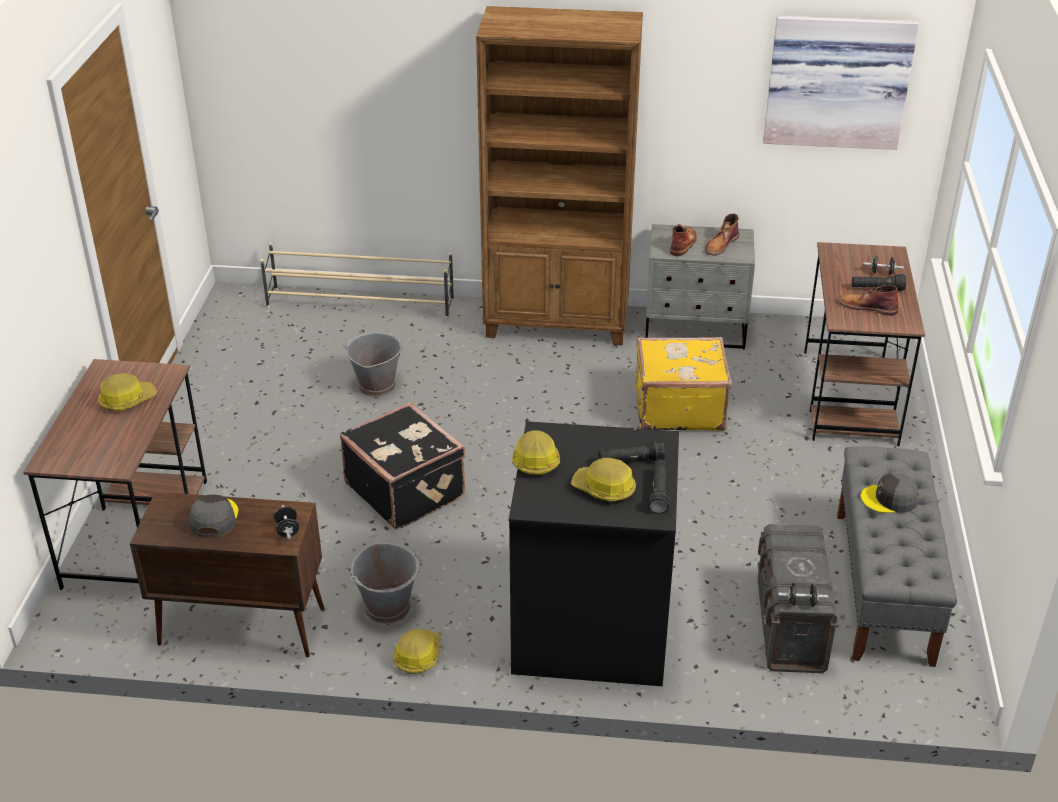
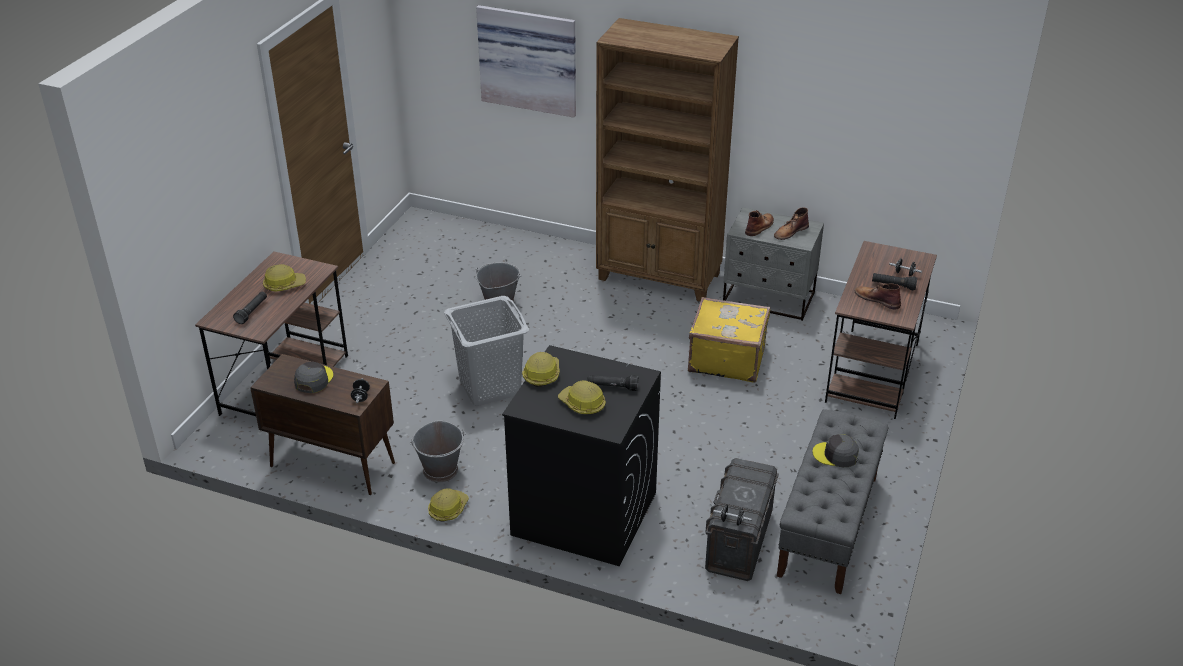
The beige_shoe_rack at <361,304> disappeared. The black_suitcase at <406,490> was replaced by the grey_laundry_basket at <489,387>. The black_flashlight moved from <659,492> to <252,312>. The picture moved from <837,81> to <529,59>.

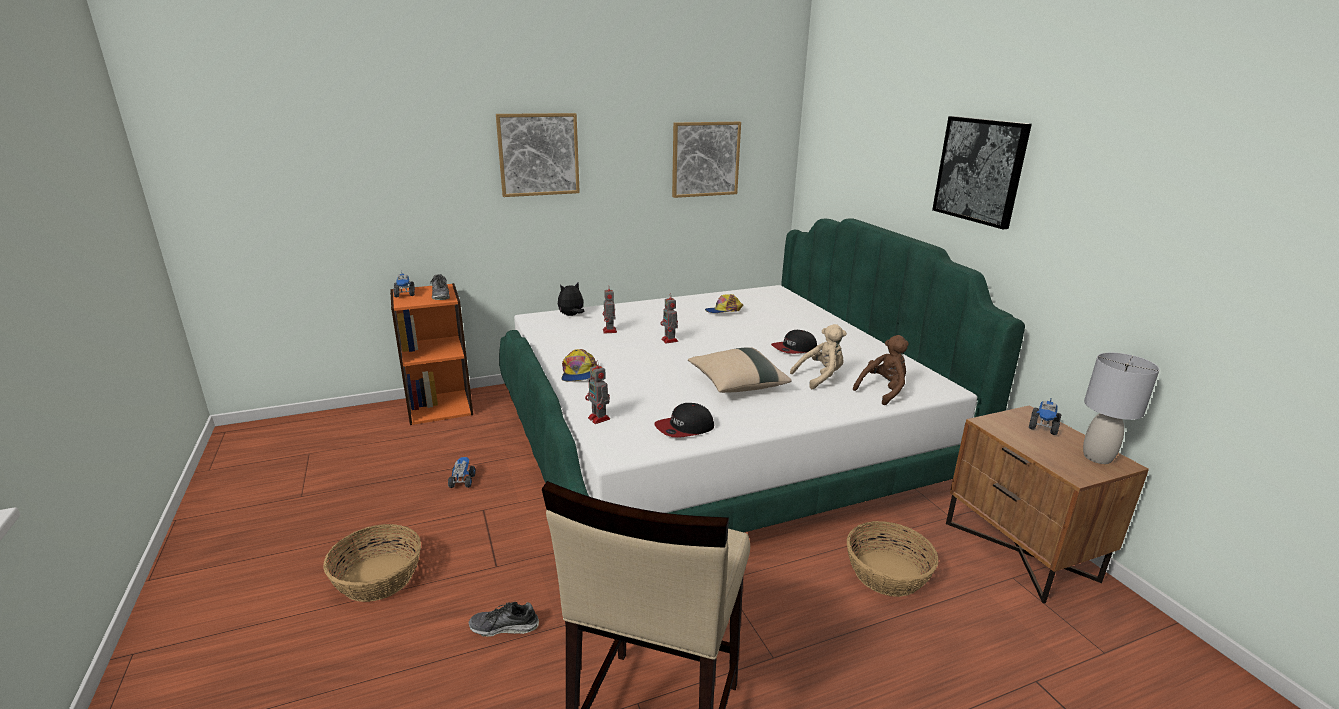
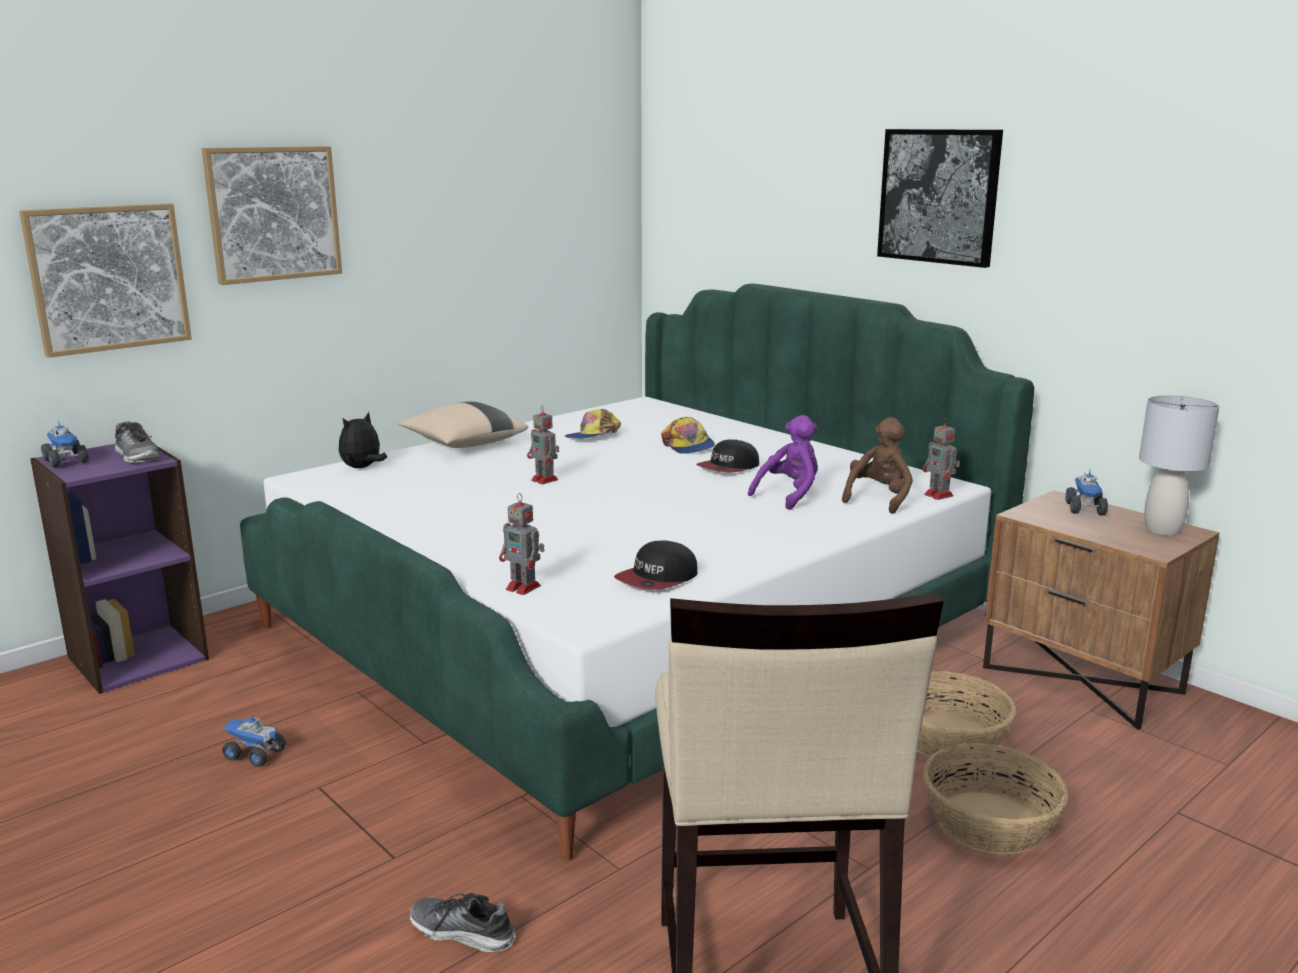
The basket moved from <377,578> to <989,823>. The orange_bookcase at <440,406> became the purple_bookcase at <137,657>. The toy_truck at <462,481> turned 45 degrees counterclockwise. The shoe at <504,627> turned 45 degrees clockwise. The cap moved from <578,373> to <688,446>. The toy_robot moved from <609,331> to <939,495>. The picture moved from <705,159> to <108,278>. The beige_pillow moved from <736,384> to <464,444>. The beige_plush_toy at <820,377> became the purple_plush_toy at <789,495>.

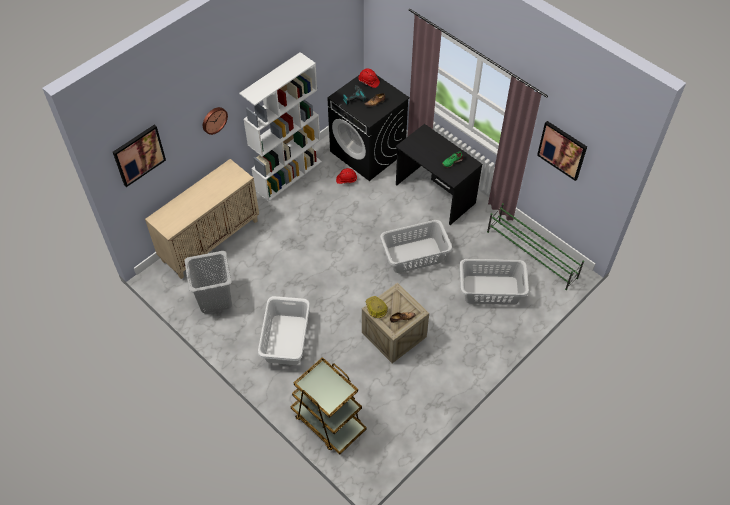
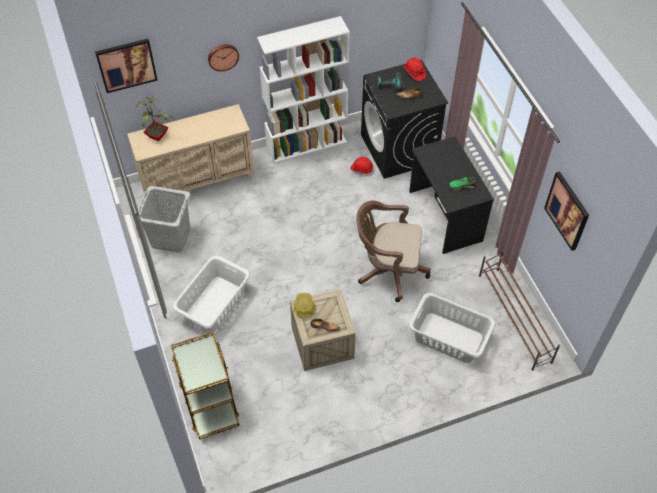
The grey_laundry_basket at <414,255> was replaced by the brown_office_chair at <388,270>. The green_shoe_rack at <532,255> became the brown_shoe_rack at <514,318>. The potted_plant at <157,135> appeared.

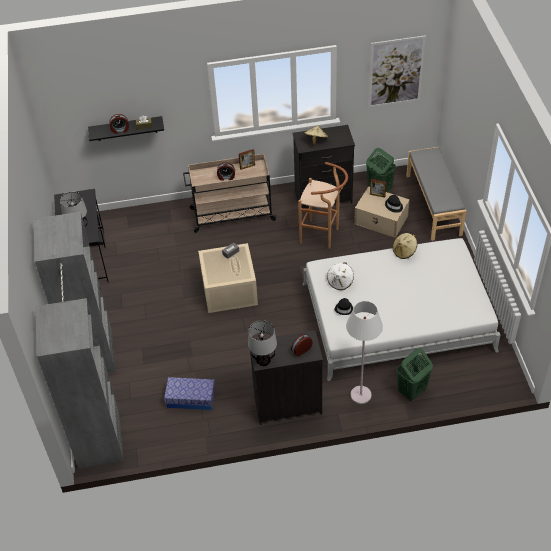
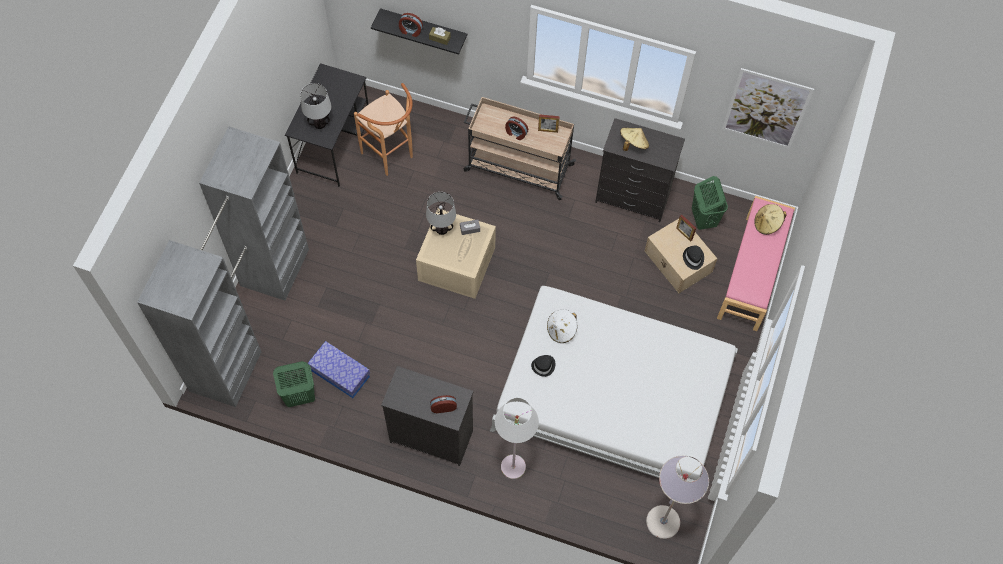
The table_lamp moved from <263,361> to <441,229>. The brown_stool moved from <323,236> to <391,157>. The beige_hat moved from <404,251> to <767,224>. The green_laundry_basket moved from <411,391> to <299,396>. The grey_bench at <434,205> became the pink_bench at <752,273>. The grey_floor_lamp at <663,522> appeared.

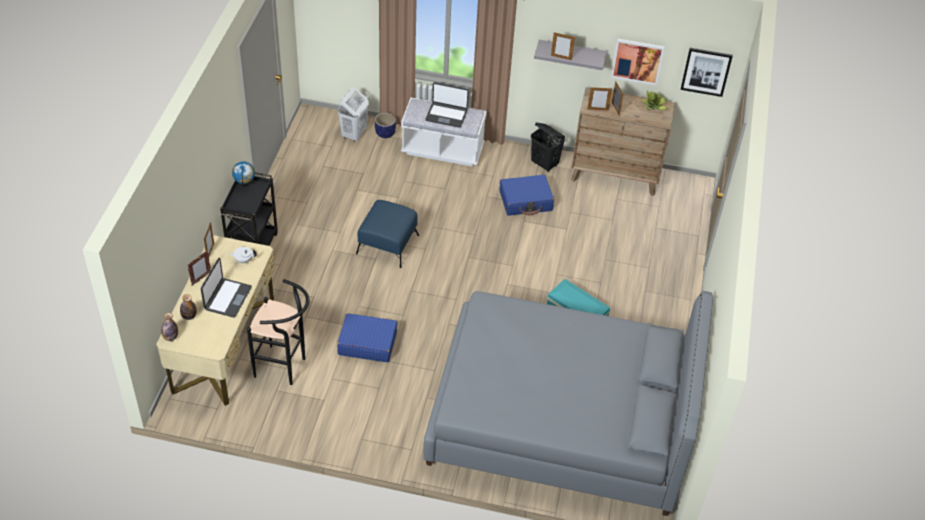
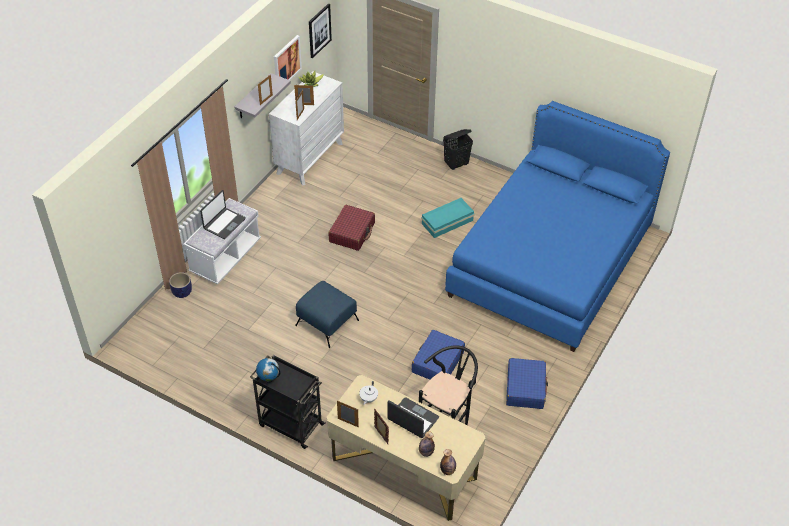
The white_laundry_basket at <353,134> disappeared. The grey_bed at <560,419> became the blue_bed at <550,261>. The blue_suitcase moved from <526,201> to <525,388>. The black_laundry_basket moved from <544,164> to <456,164>. The brown_dresser at <615,175> became the white_dresser at <309,158>. The red_suitcase at <352,232> appeared.

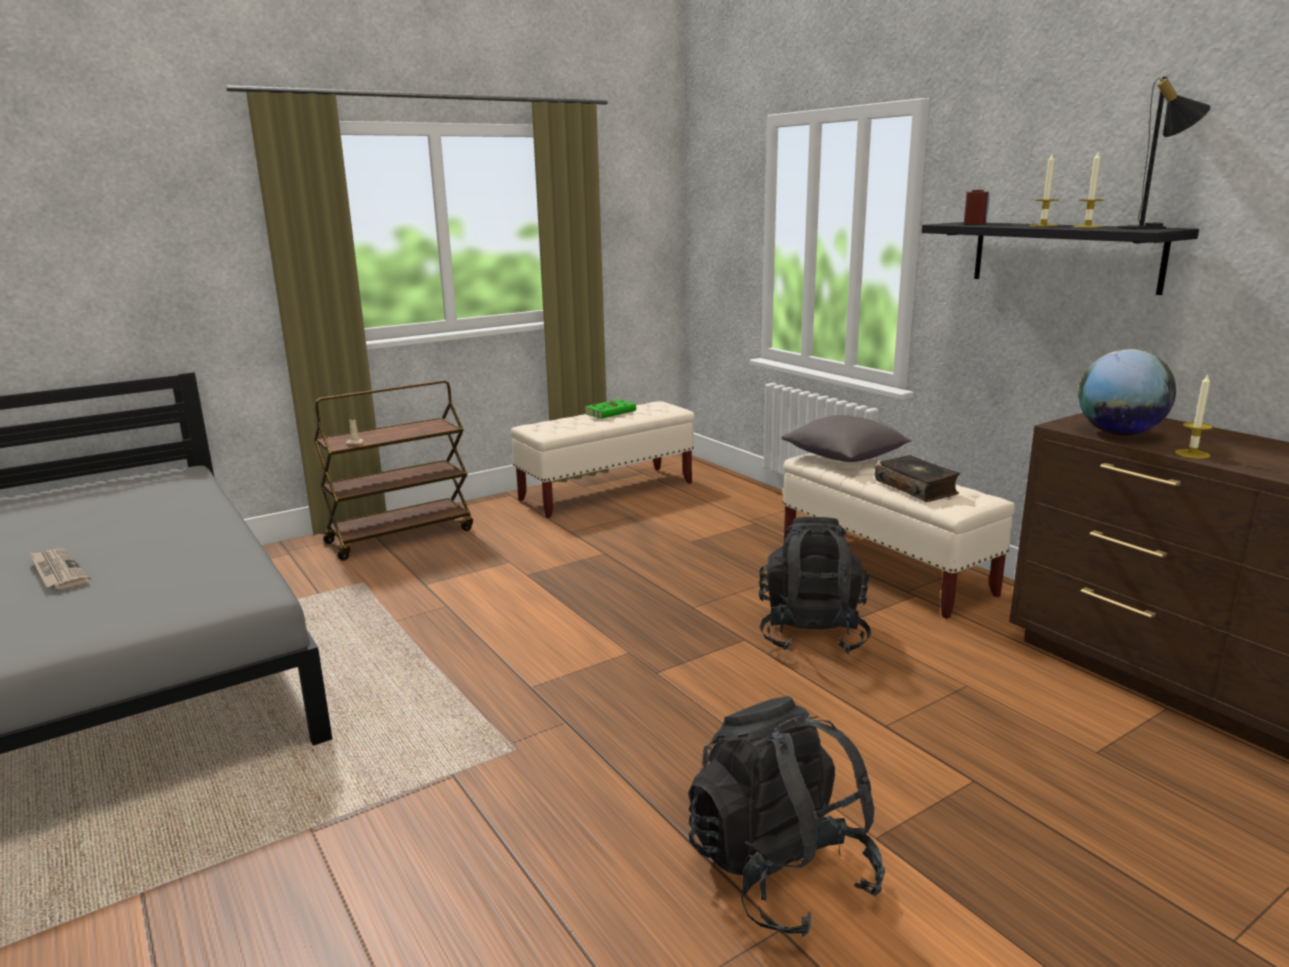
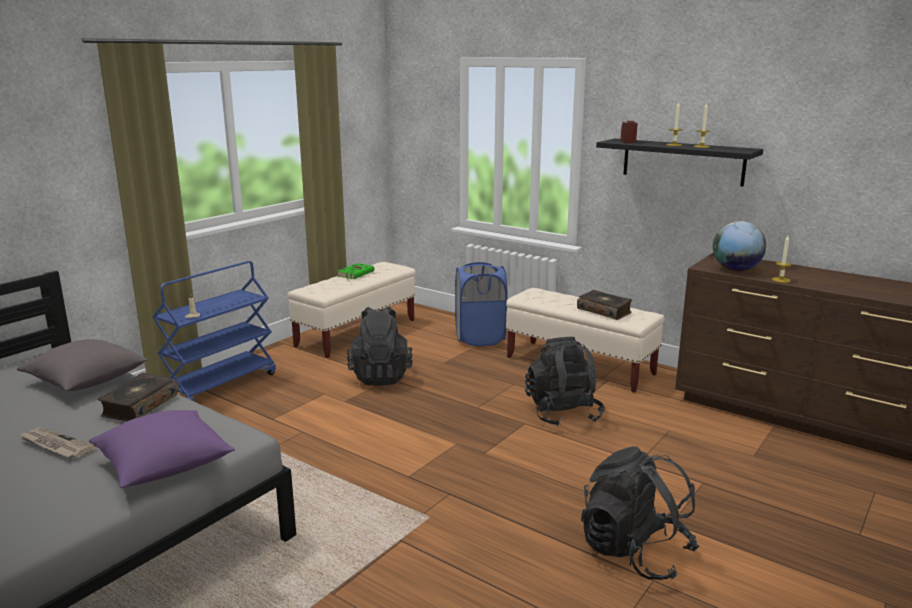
The brown_cart at <401,535> became the blue_cart at <221,385>. The grey_pillow moved from <845,458> to <86,382>. The black_table_lamp at <1151,228> disappeared. The purple_pillow at <164,466> appeared. The book at <139,406> appeared. The black_backpack at <380,376> appeared. The blue_laundry_basket at <480,338> appeared.

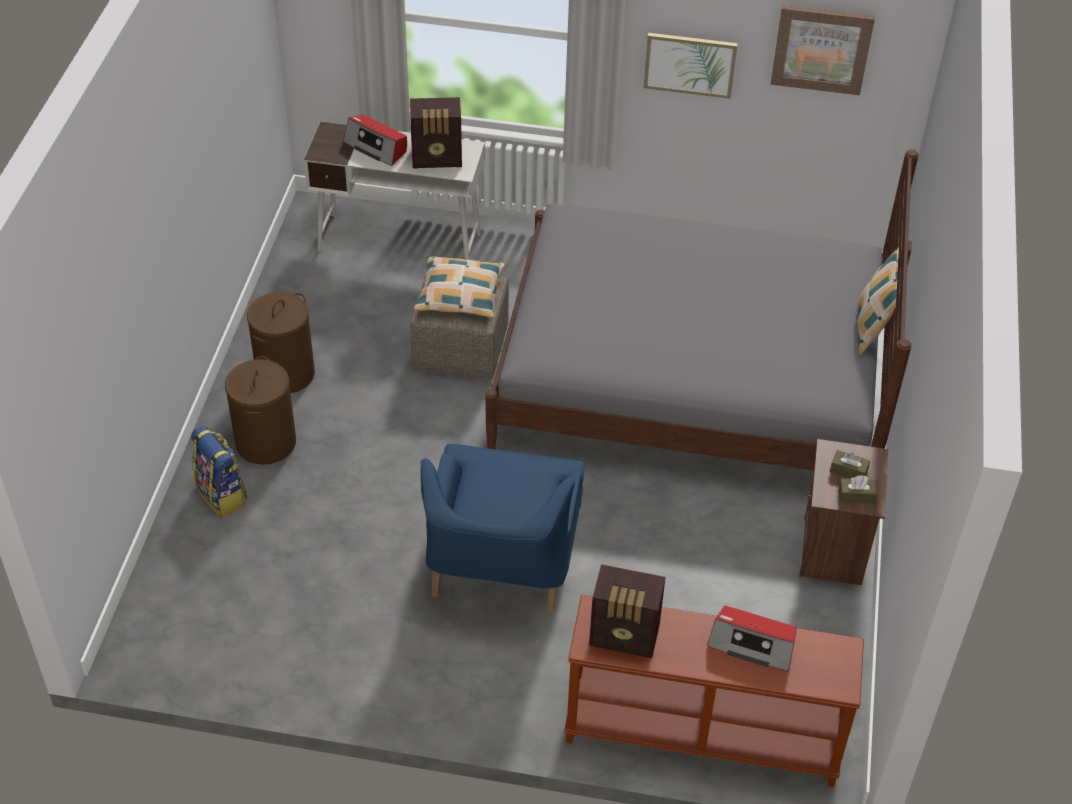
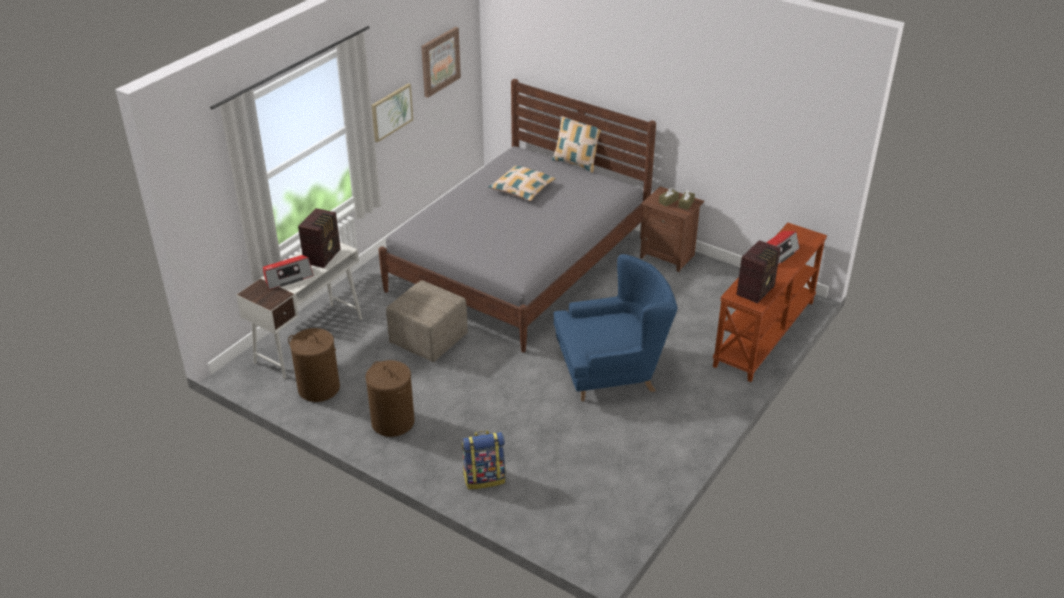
The brown_laundry_basket moved from <266,442> to <318,388>. The pillow moved from <459,294> to <522,189>. The blue_armchair at <501,561> turned 45 degrees counterclockwise.

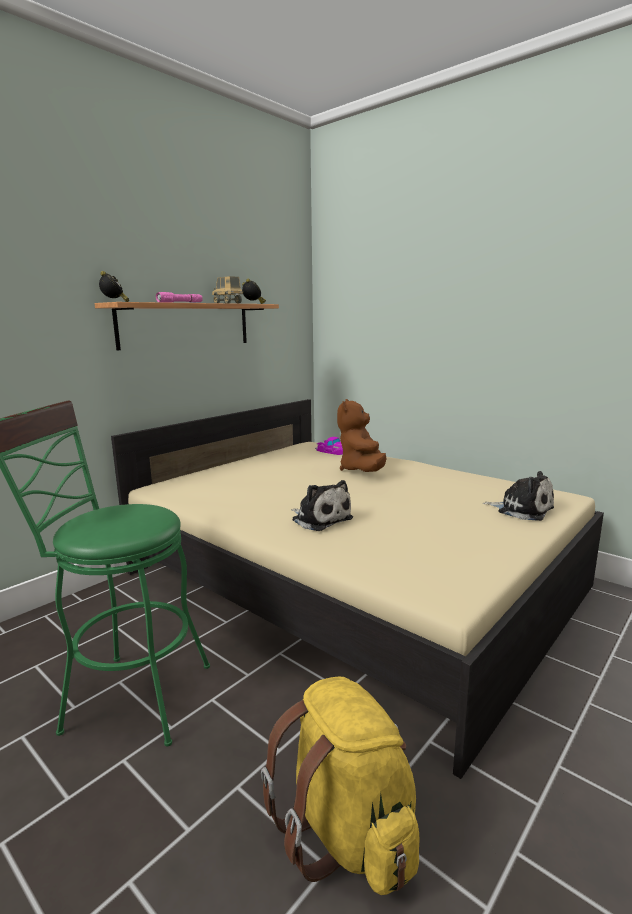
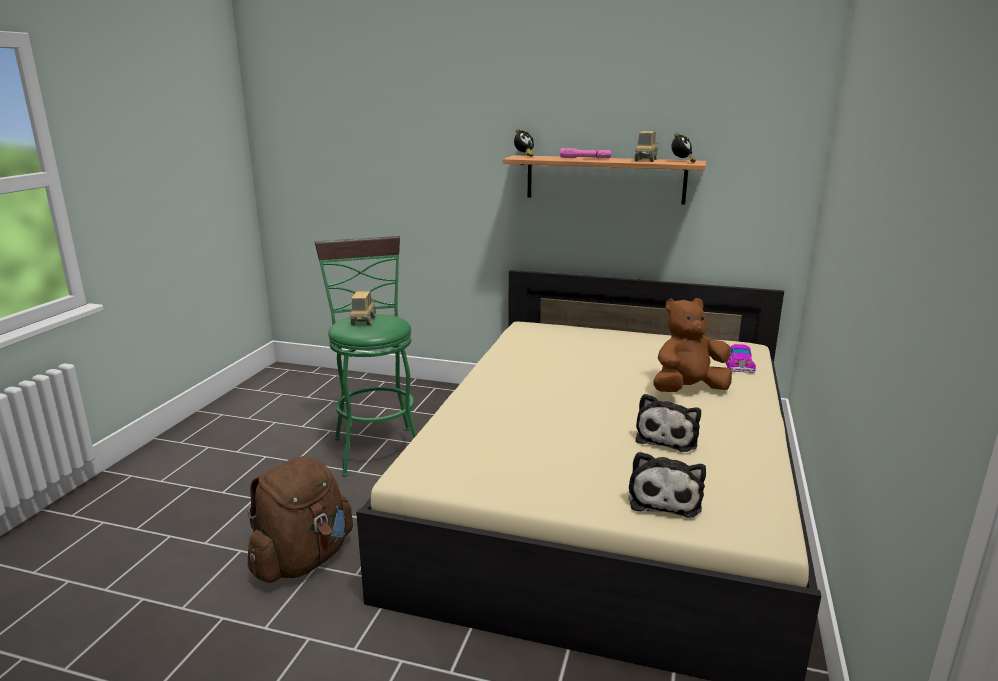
The yellow_backpack at <347,830> became the brown_backpack at <303,560>. The plush_toy moved from <320,519> to <668,437>. The toy_truck at <363,321> appeared.

